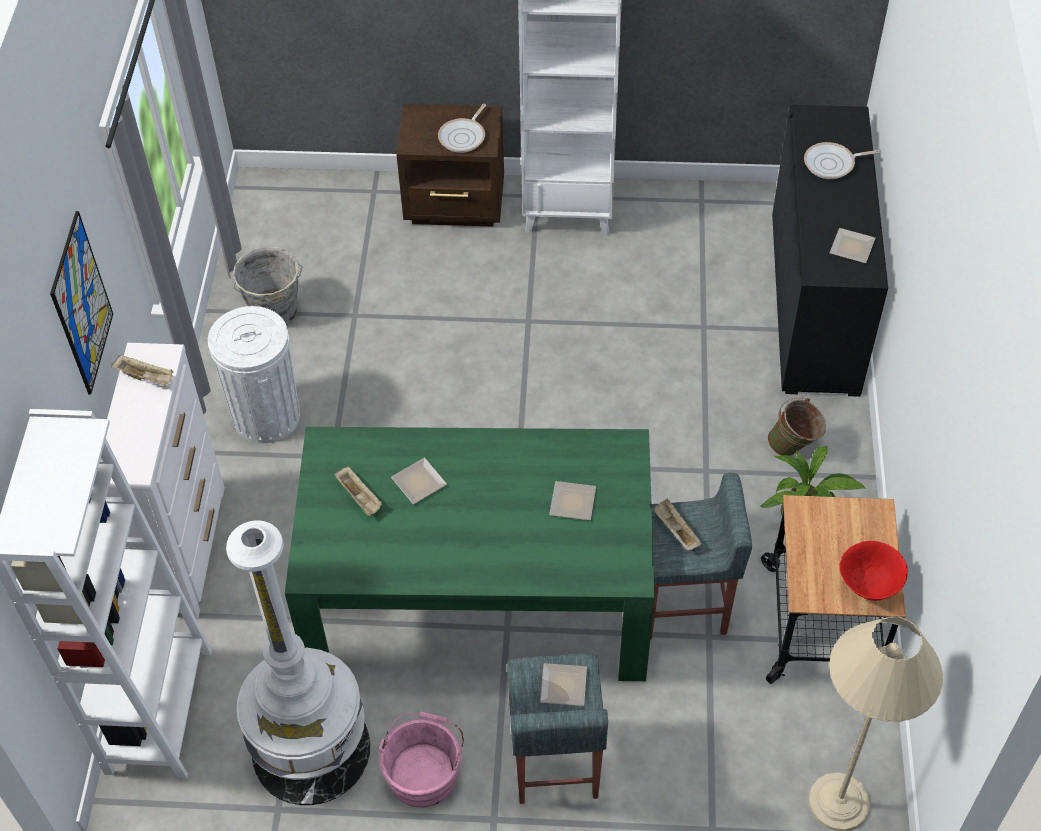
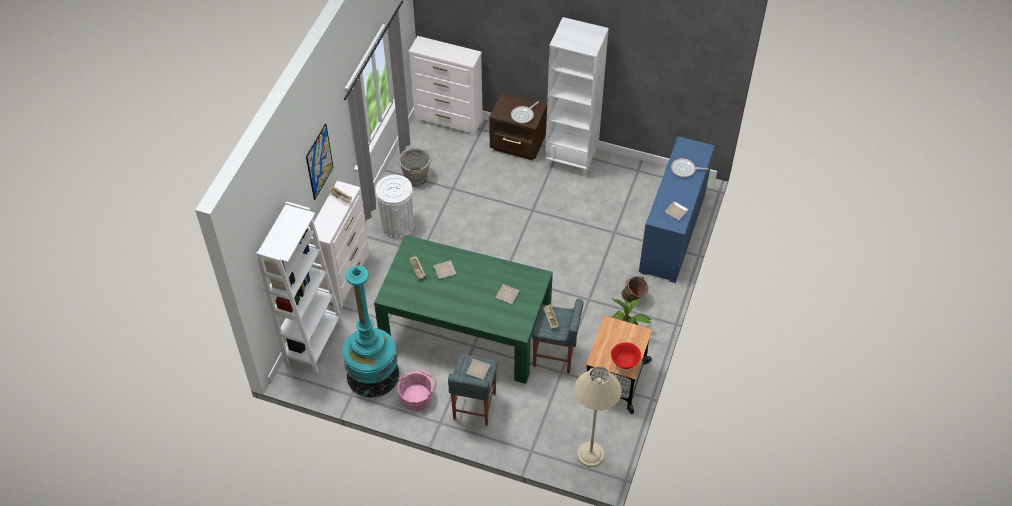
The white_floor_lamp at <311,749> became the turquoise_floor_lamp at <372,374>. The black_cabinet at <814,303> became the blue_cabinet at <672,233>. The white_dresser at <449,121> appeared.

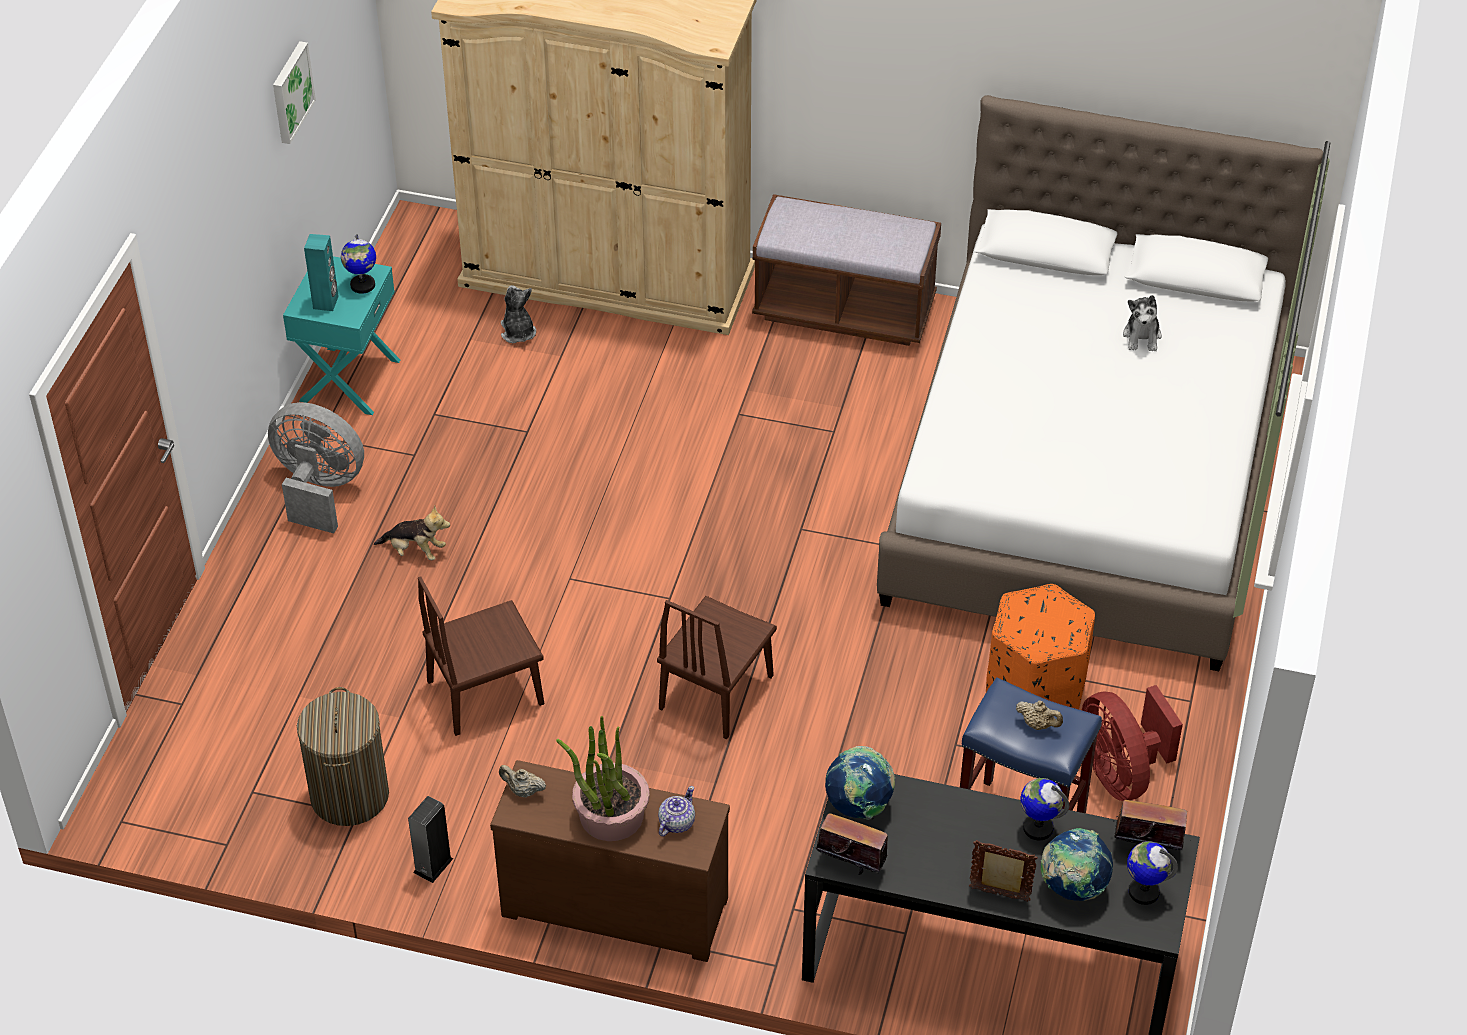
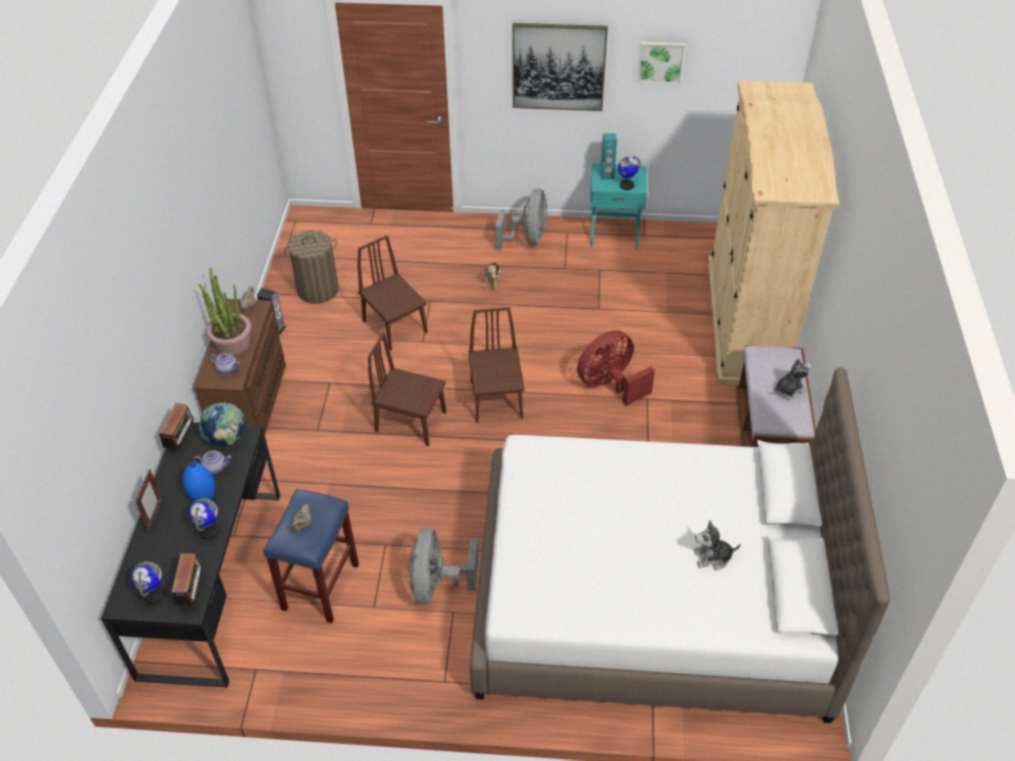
The plush_toy moved from <518,332> to <789,390>. The orange_ottoman at <1036,691> was replaced by the grey_fan at <437,584>. The globe at <1073,887> disappeared. The red_fan moved from <1120,773> to <610,385>. The blue_vase at <202,495> appeared. The teapot at <215,467> appeared. The brown_chair at <496,399> appeared. The picture at <558,66> appeared.

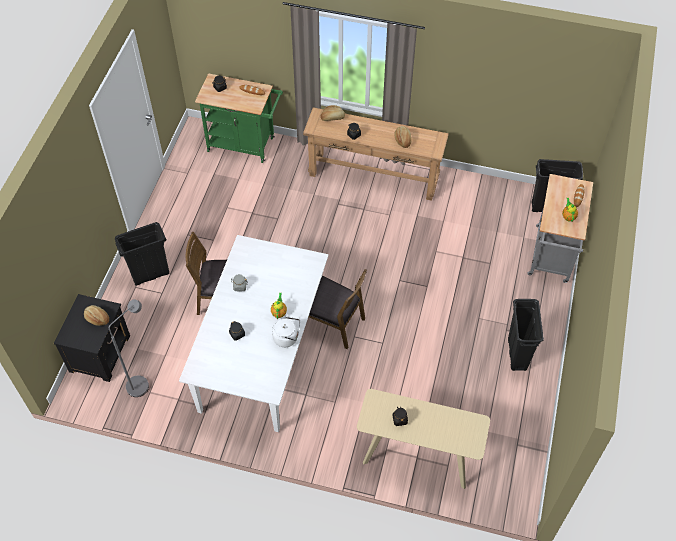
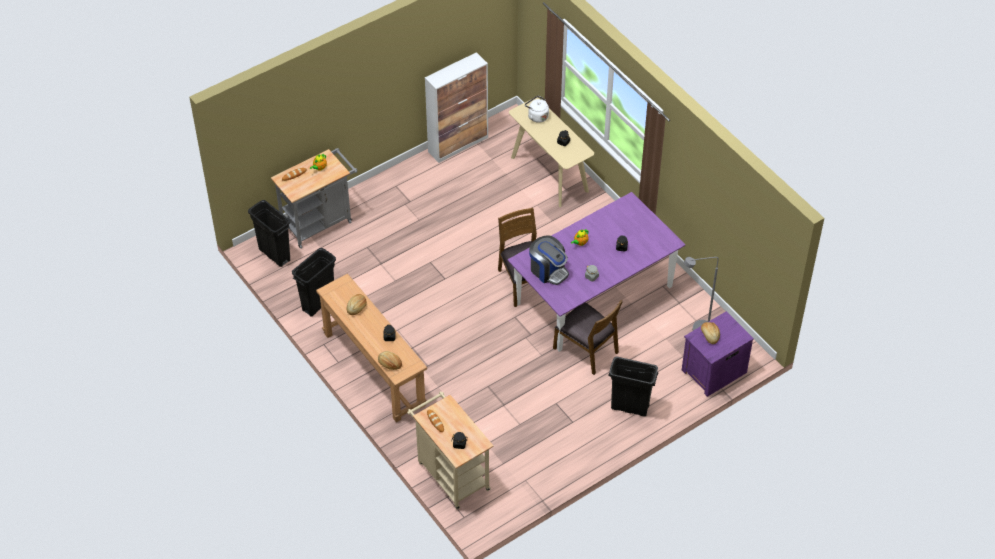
The black_nightstand at <101,353> became the purple_nightstand at <713,371>. The white_dining_table at <262,353> became the purple_dining_table at <593,294>. The green_cart at <245,145> became the beige_cart at <450,473>. The white_kettle moved from <287,338> to <537,116>. The black_trash_can moved from <517,354> to <318,303>. The cabinet at <458,144> appeared. The coffee_machine at <548,270> appeared.

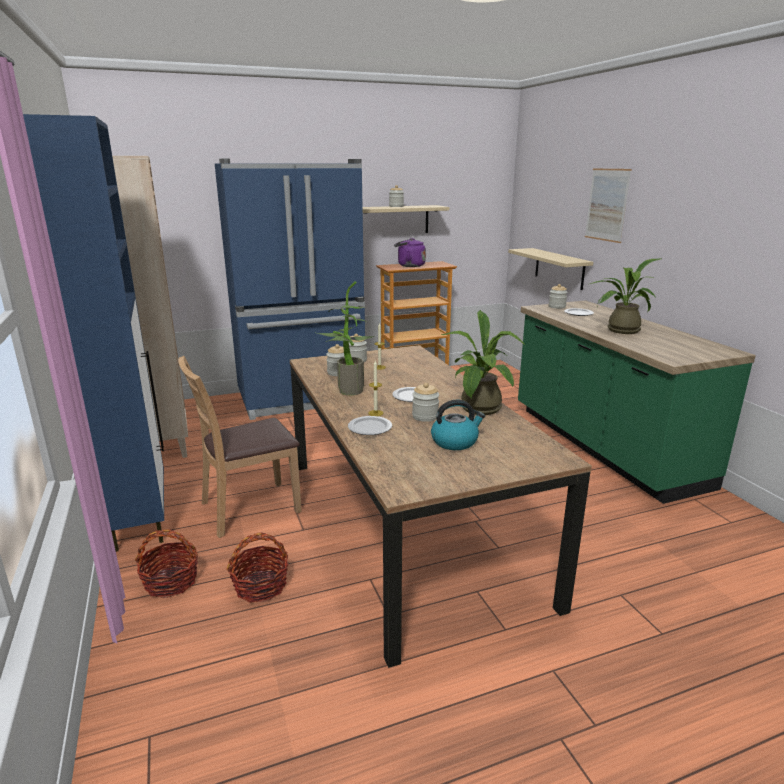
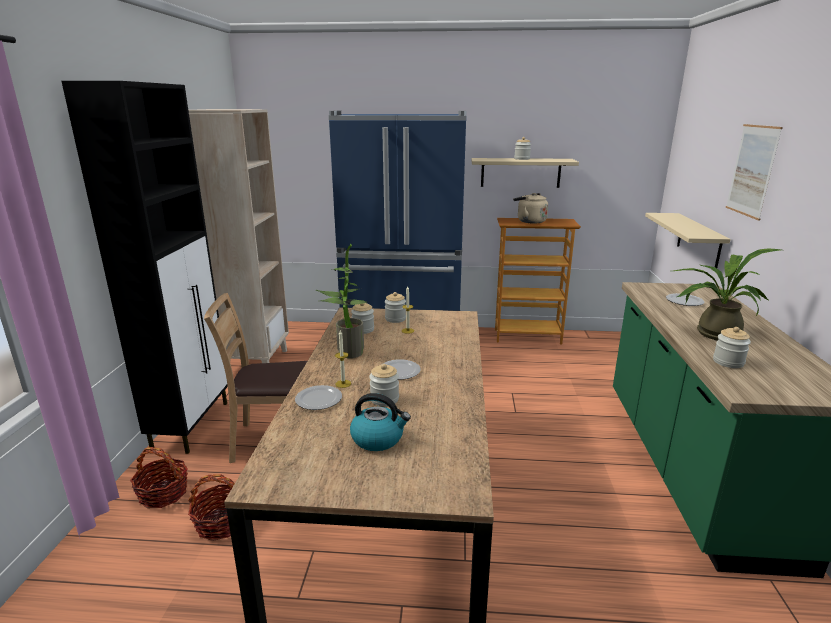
The blue_cabinet at <141,517> became the black_cabinet at <192,425>. The purple_kettle at <409,265> became the beige_kettle at <529,221>. The potted_plant at <479,410> disappeared. The jar moved from <557,307> to <728,362>.

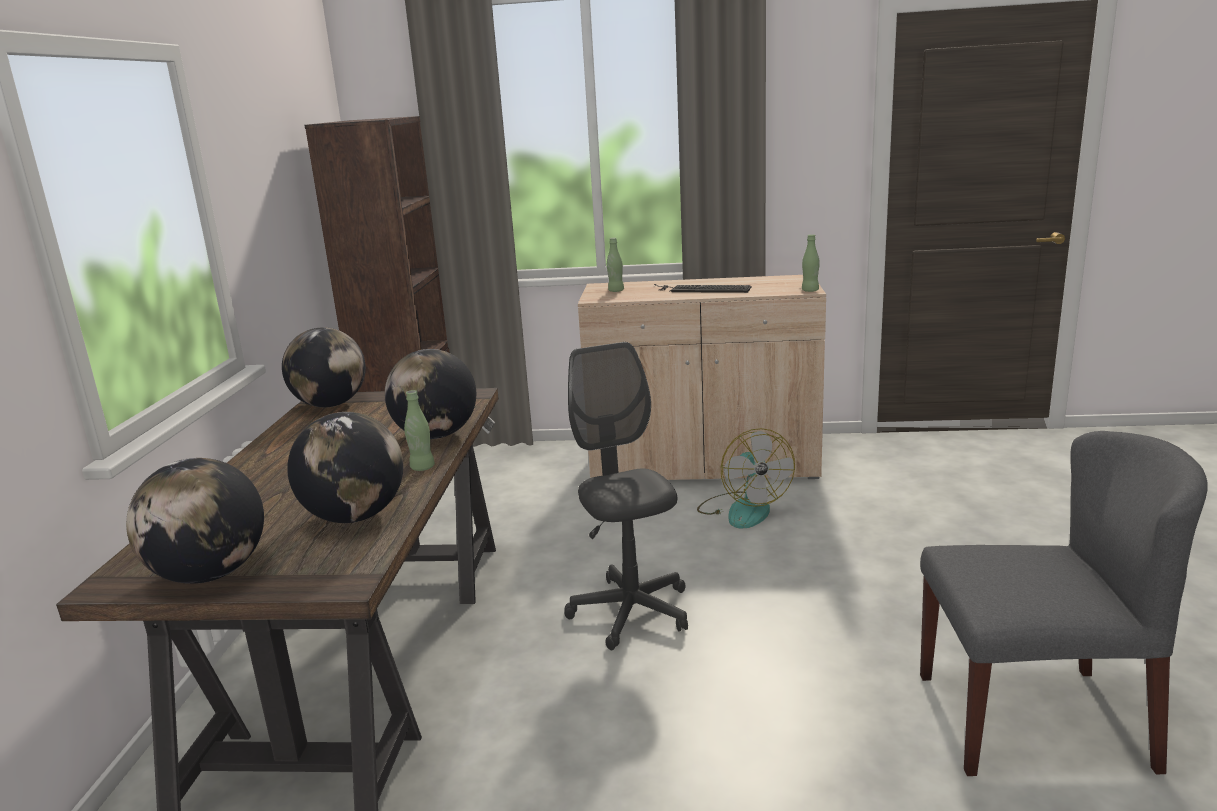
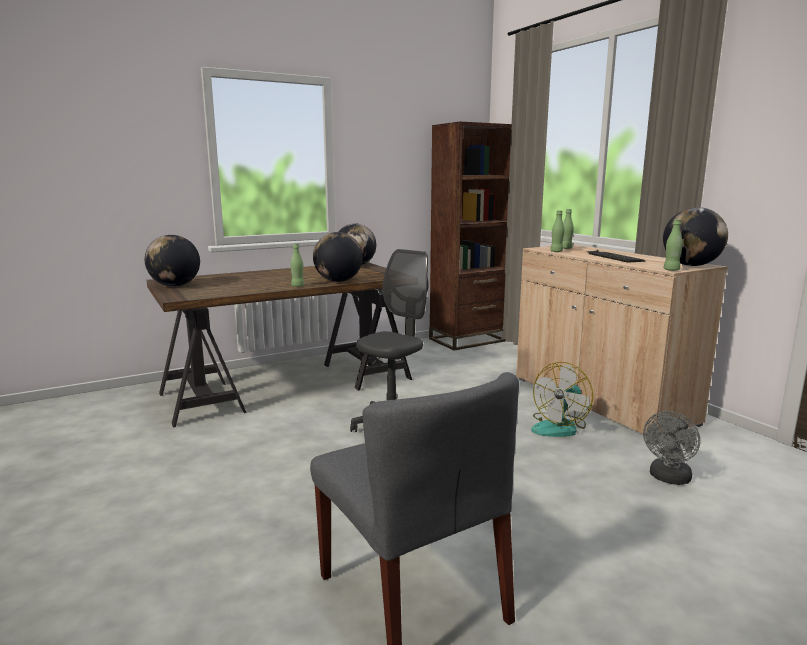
The globe moved from <355,516> to <691,265>. The green_bottle at <556,251> appeared. The grey_fan at <668,478> appeared.

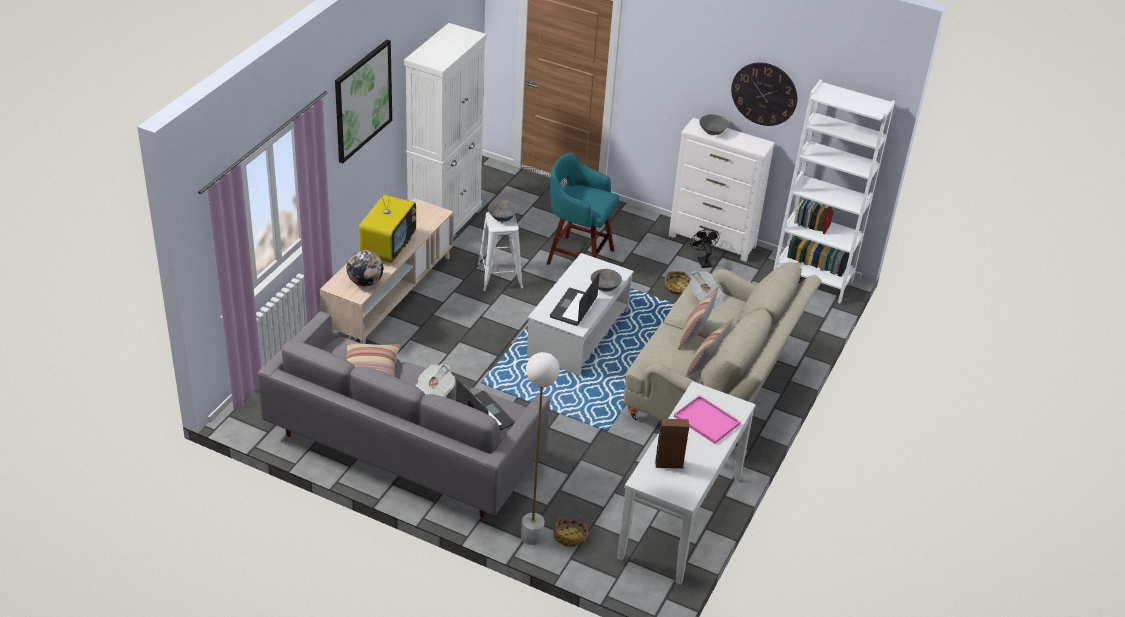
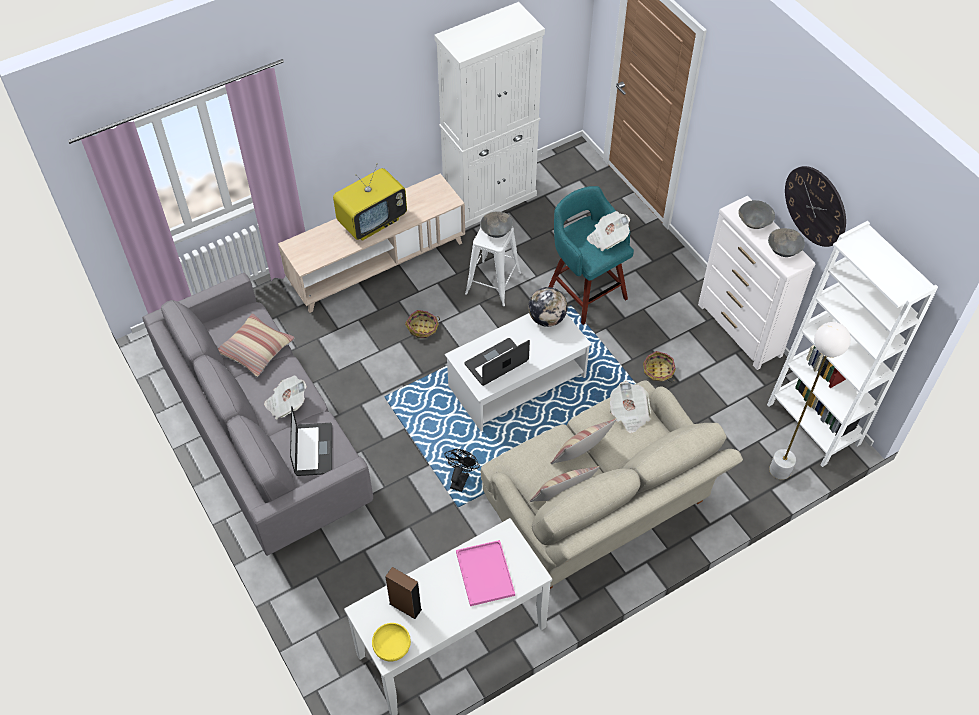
The picture at <362,100> disappeared. The globe moved from <365,282> to <547,318>. The white_floor_lamp moved from <531,536> to <780,470>. The basket moved from <570,536> to <423,328>. The grey_bowl moved from <605,287> to <784,250>. The black_fan moved from <702,261> to <460,478>. The yellow_bowl at <392,647> appeared. The newspaper at <607,238> appeared.

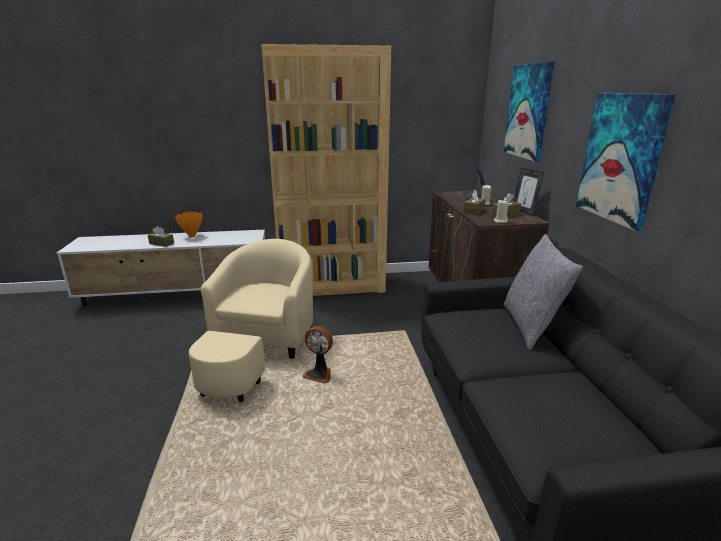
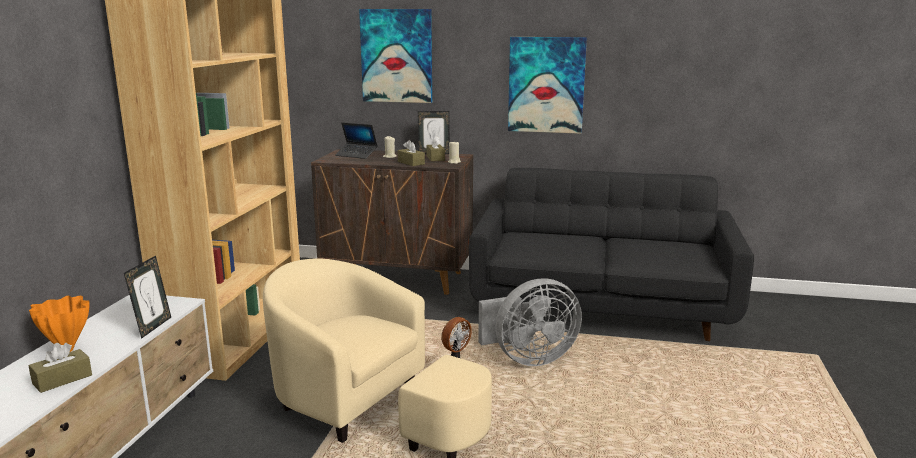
The grey_pillow at <531,326> disappeared. The picture_frame at <153,327> appeared. The grey_fan at <529,358> appeared.

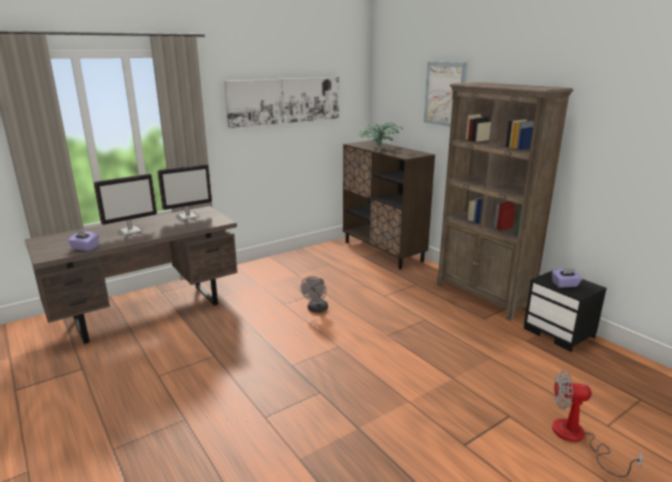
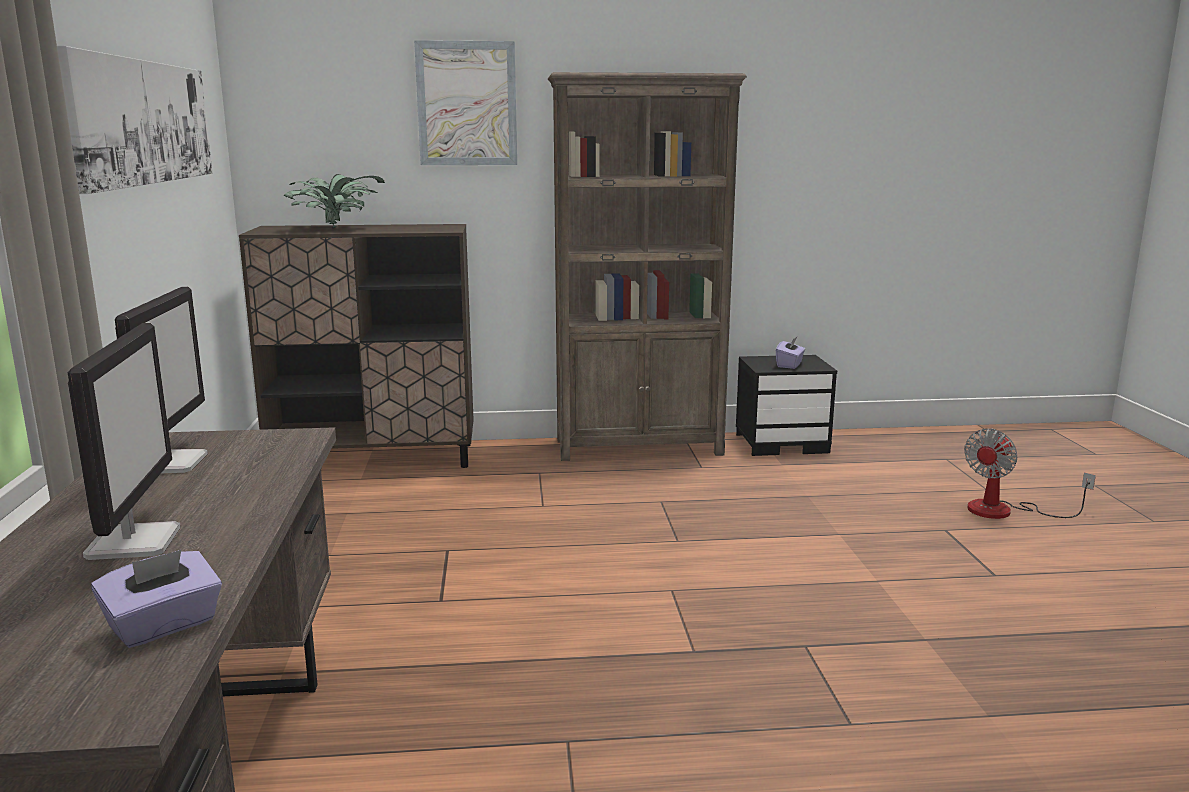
The grey_fan at <316,310> disappeared.

